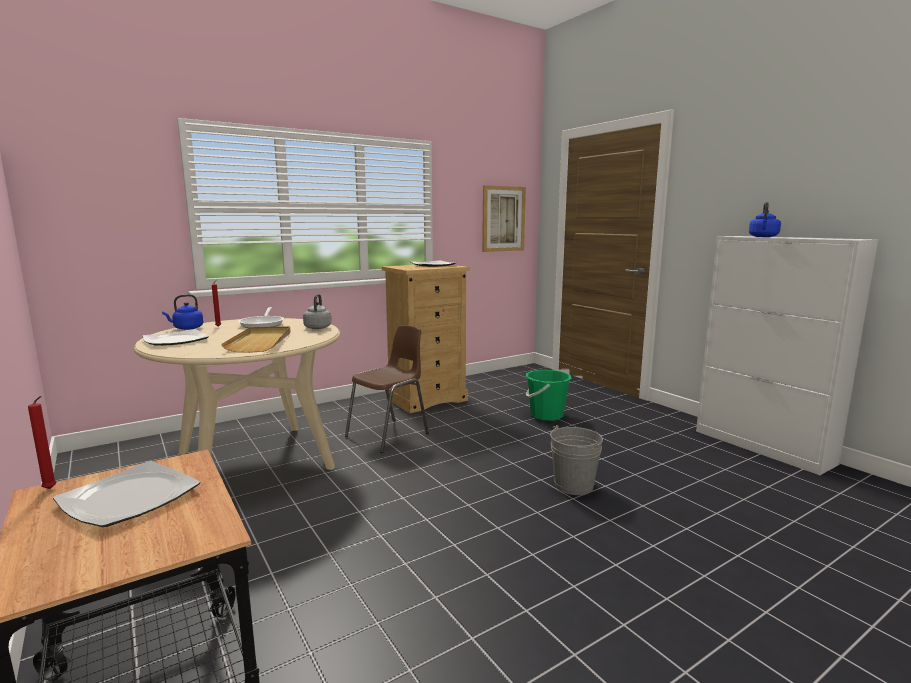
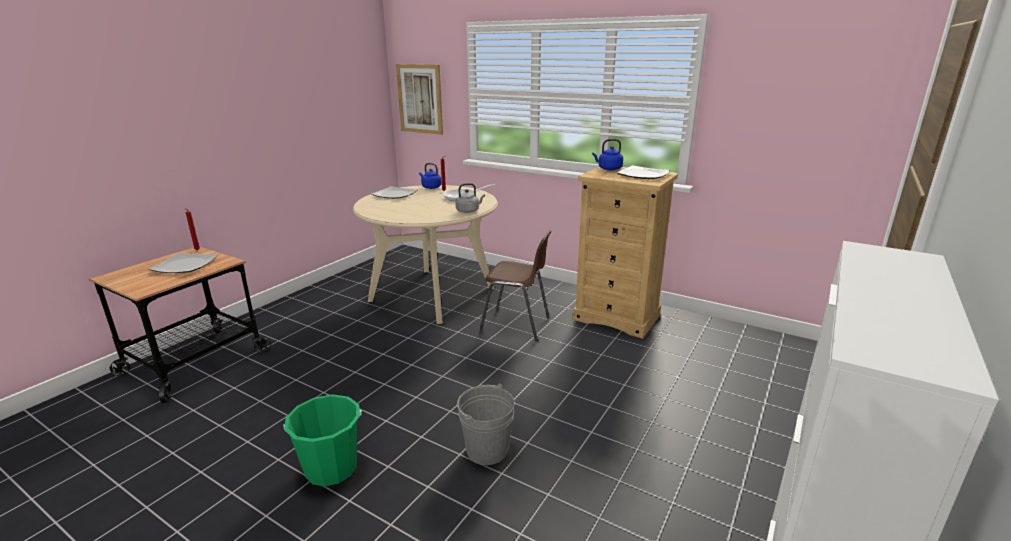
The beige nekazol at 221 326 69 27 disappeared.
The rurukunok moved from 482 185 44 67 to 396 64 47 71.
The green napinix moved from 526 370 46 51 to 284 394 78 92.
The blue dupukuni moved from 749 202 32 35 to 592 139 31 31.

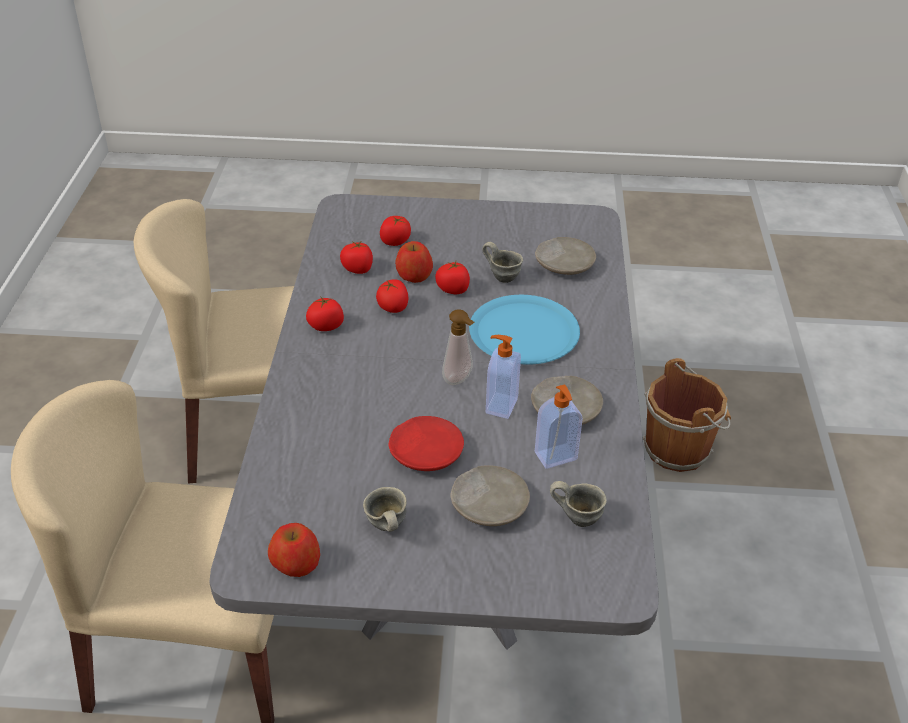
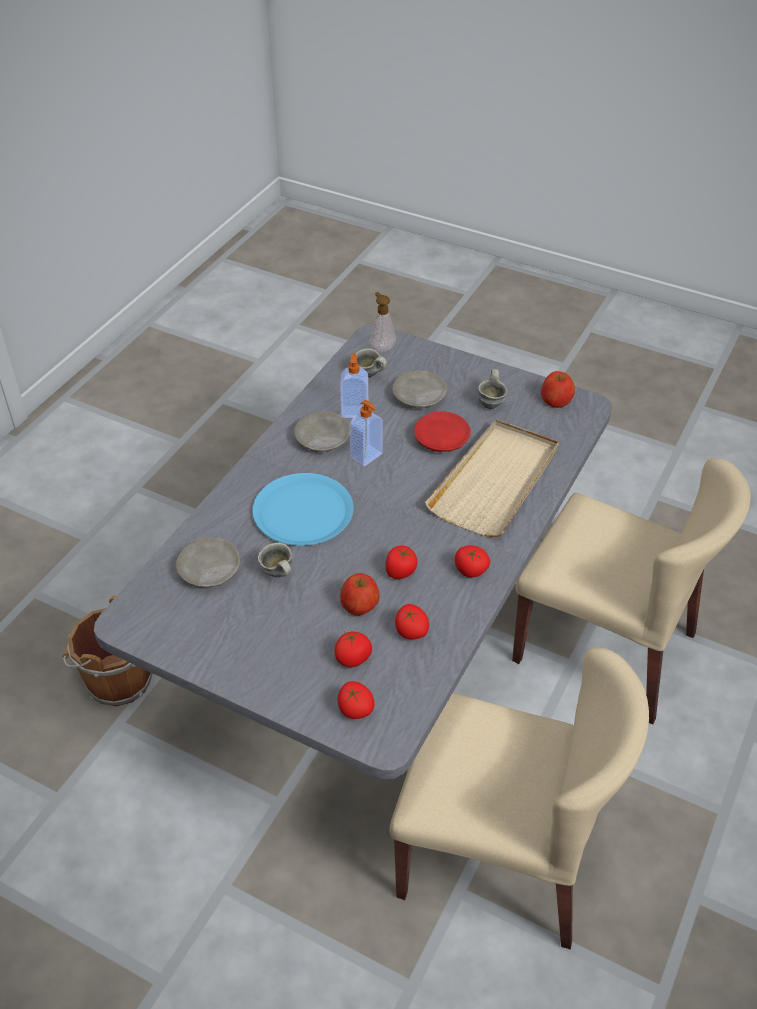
The beige nekazol at 425 419 134 118 appeared.
The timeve moved from 435 261 35 33 to 338 681 36 38.
The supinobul moved from 442 309 33 76 to 370 292 26 61.

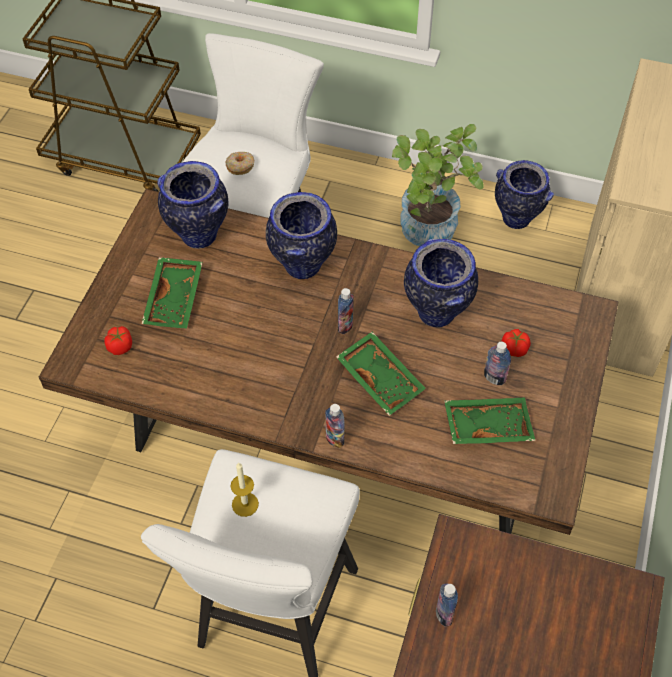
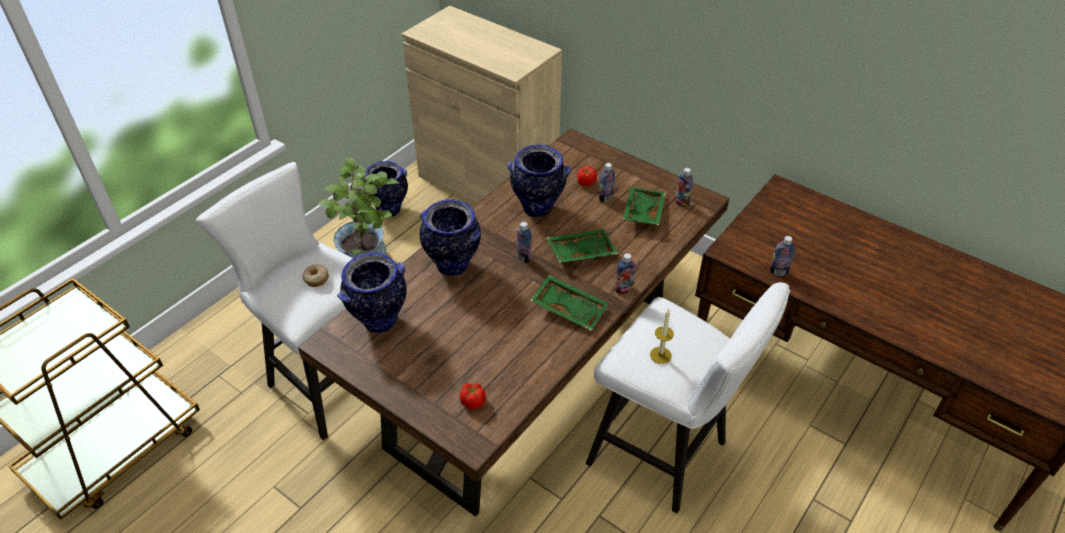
The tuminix at 675 168 18 40 appeared.
The green nekazol moved from 142 257 61 72 to 530 275 79 56.

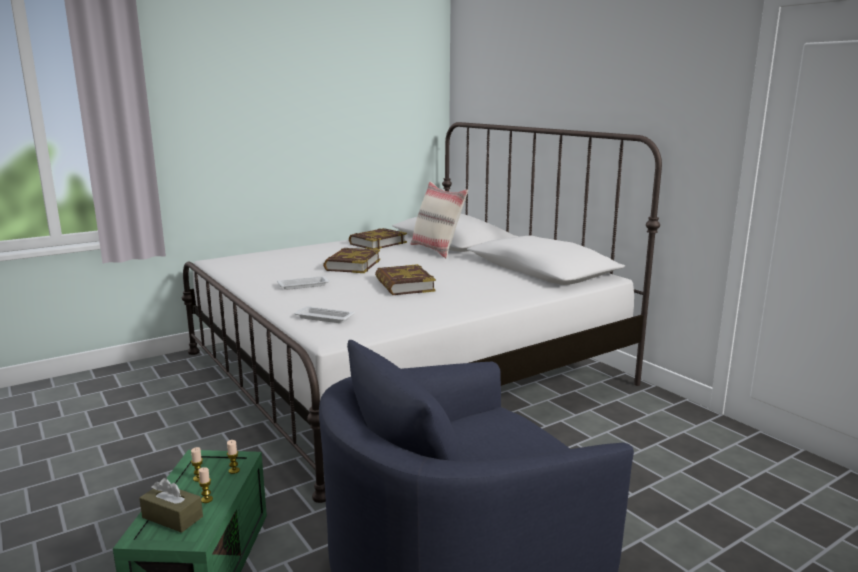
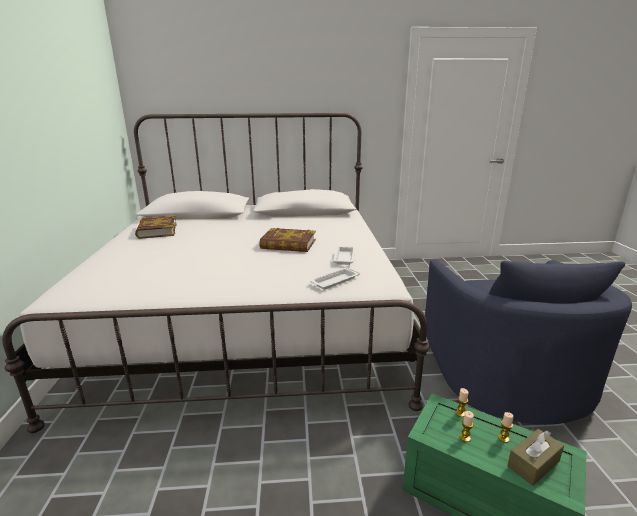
The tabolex at 323 248 57 25 disappeared.
The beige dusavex at 411 182 57 76 disappeared.
The white nekazol moved from 277 276 53 14 to 333 246 22 19.

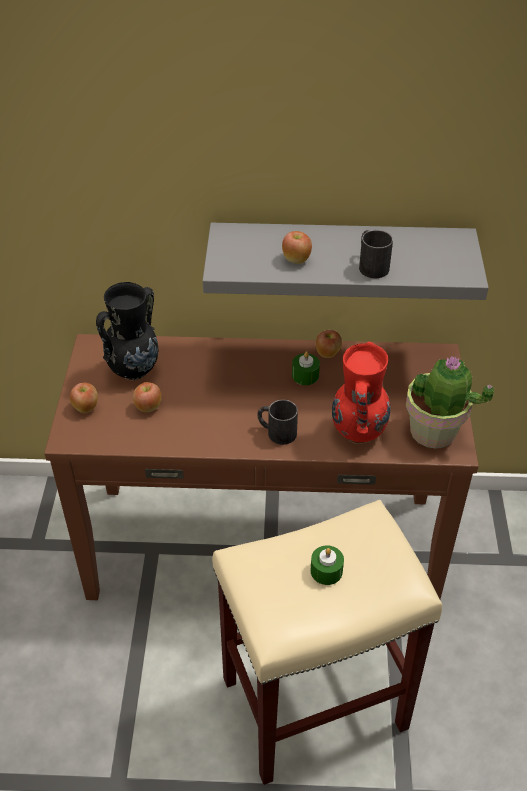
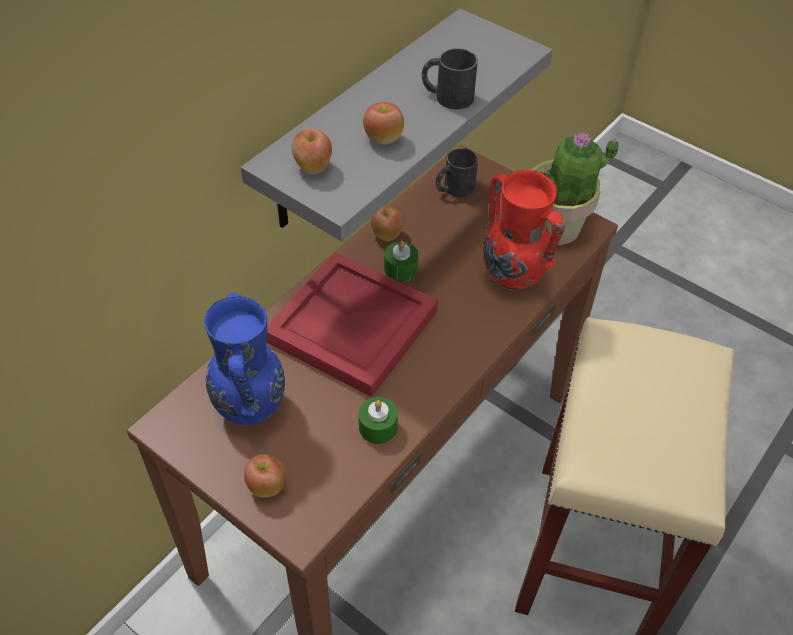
The red nekazol at 267 252 171 145 appeared.
The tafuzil moved from 133 382 28 30 to 292 129 40 45.
The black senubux moved from 257 400 41 45 to 436 148 42 49.
The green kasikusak moved from 311 545 33 40 to 359 397 39 47.
The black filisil at 96 282 62 99 became the blue filisil at 204 293 81 132.

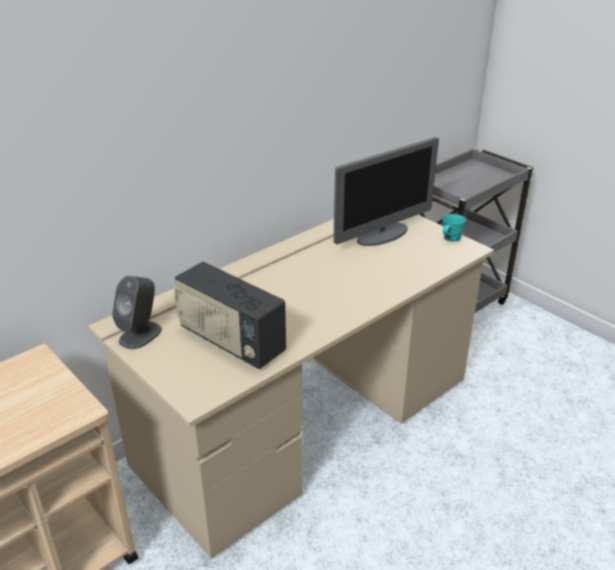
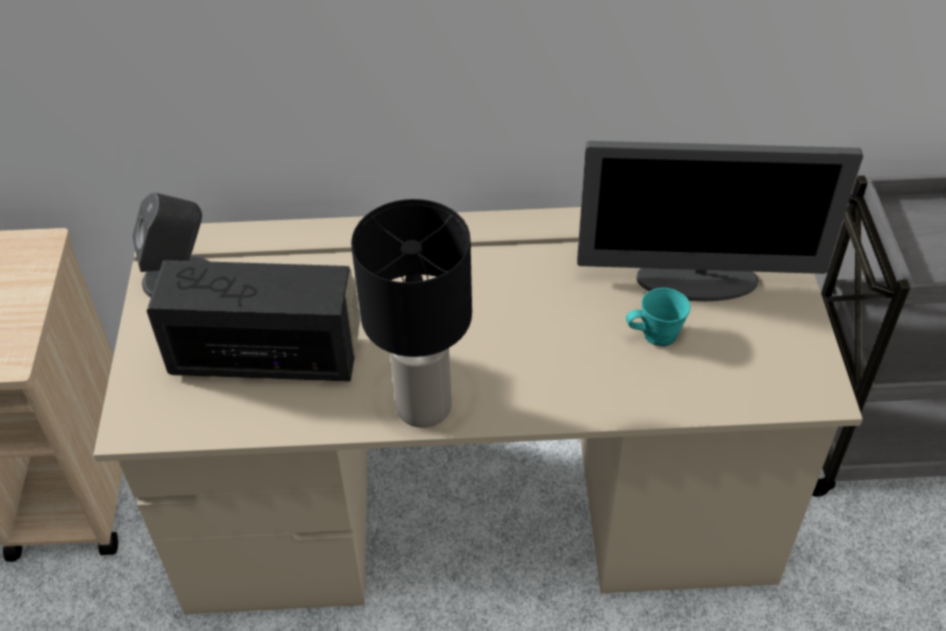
The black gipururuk at 351 199 121 229 appeared.
The turquoise senubux moved from 443 214 23 28 to 626 288 64 58.
The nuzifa at 173 261 113 108 turned 105 degrees clockwise.

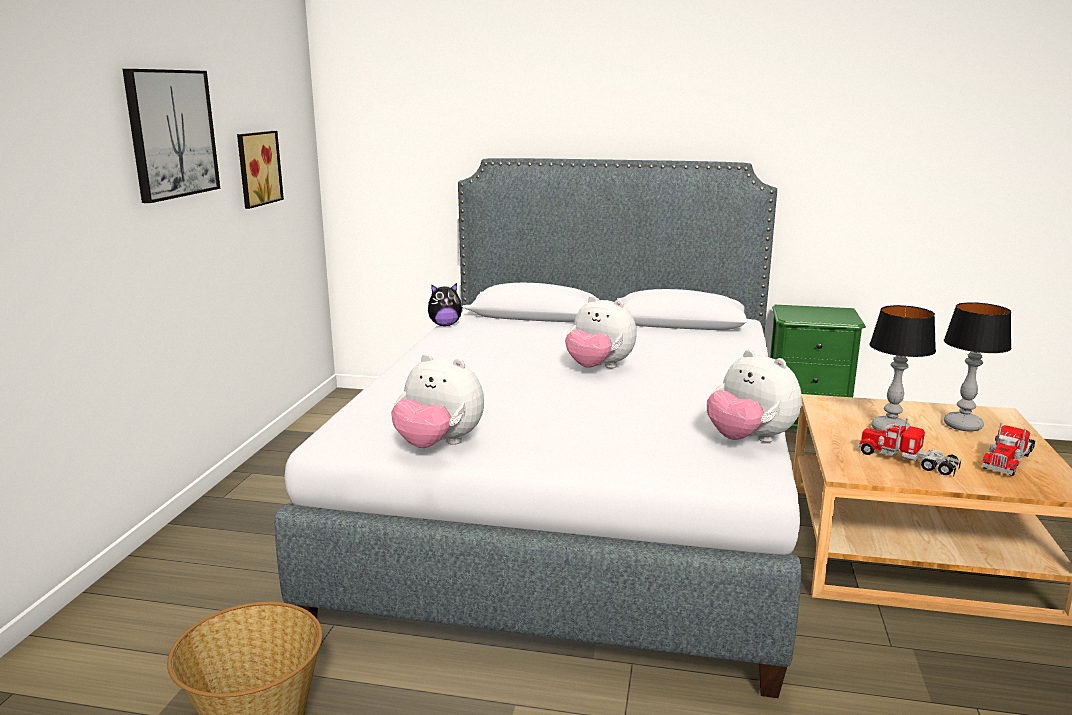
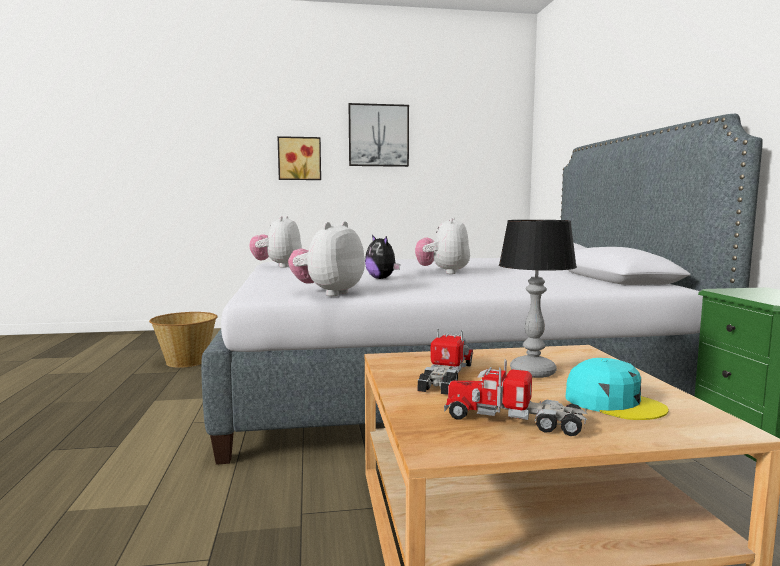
The rurukunok moved from 237 131 47 78 to 277 136 44 44.
The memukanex moved from 428 283 35 43 to 365 235 35 44.
The gipururuk at 944 302 68 130 was replaced by the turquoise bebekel at 565 358 104 62.

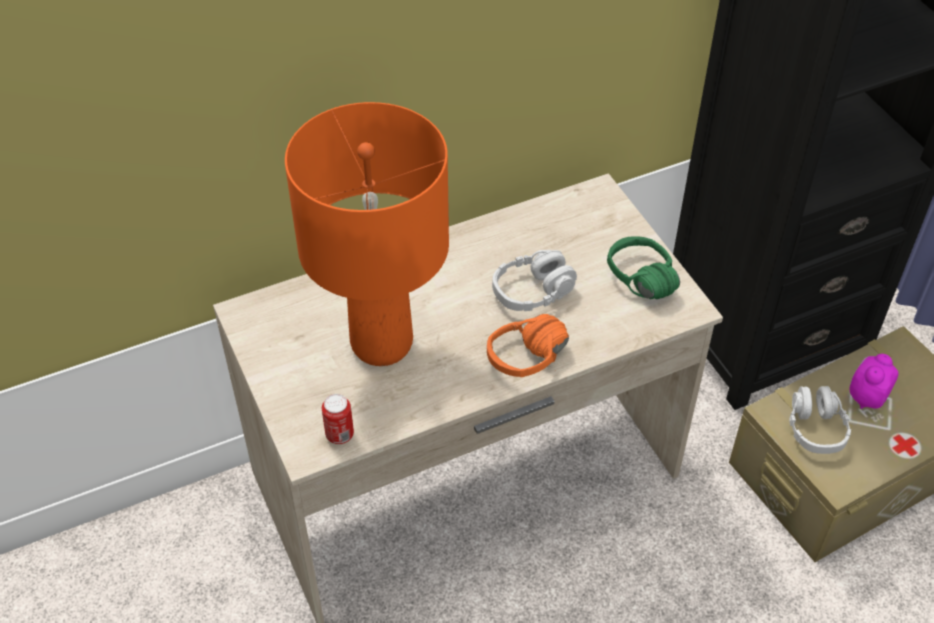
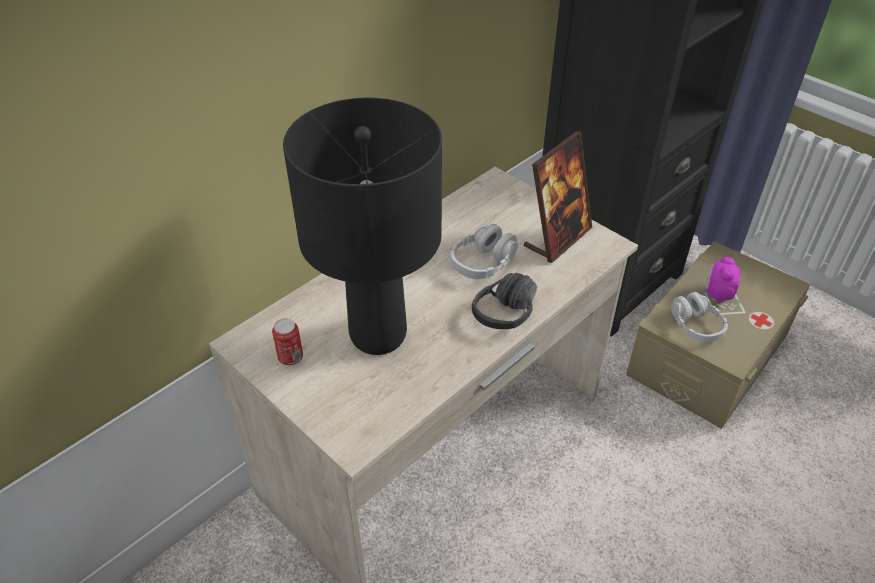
The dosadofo moved from 322 394 32 50 to 272 318 31 48.
The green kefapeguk at 607 237 73 62 was replaced by the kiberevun at 524 131 68 132.
The orange gipururuk at 285 102 164 264 became the black gipururuk at 283 98 159 257.
The orange kefapeguk at 487 314 82 63 became the black kefapeguk at 472 273 65 56.

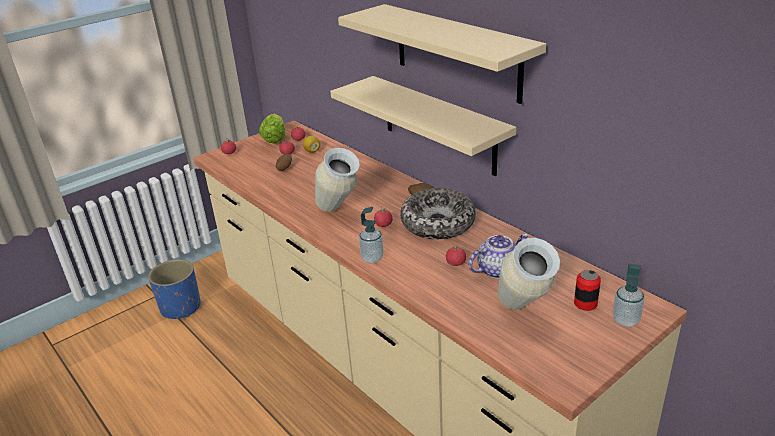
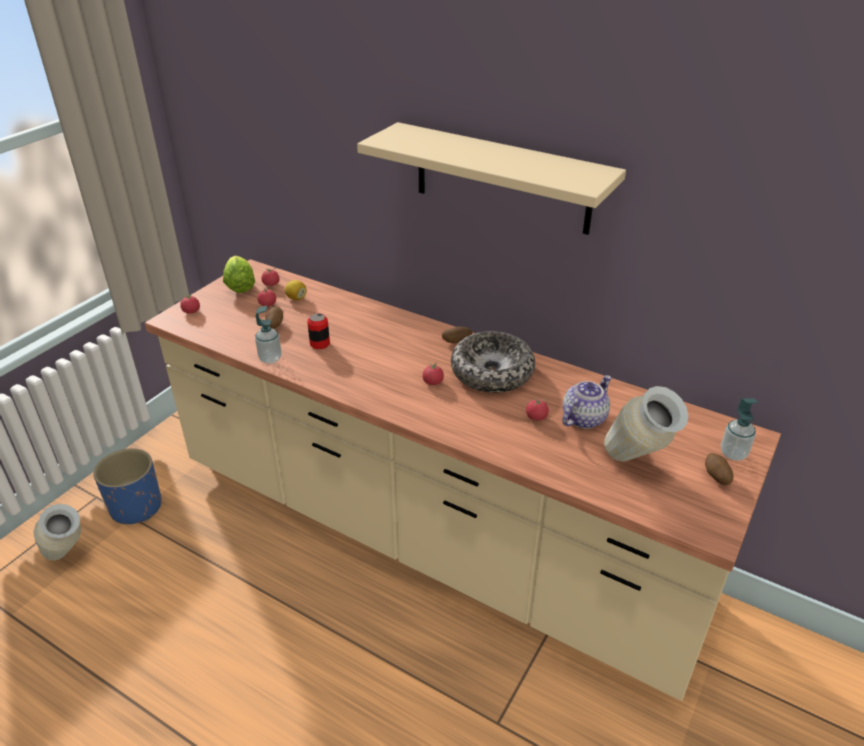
The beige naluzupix at 330 76 187 100 disappeared.
The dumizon at 705 453 29 32 appeared.
The filisil moved from 315 148 45 64 to 33 504 48 57.
The supinobul moved from 359 207 25 56 to 255 306 27 58.
The dosadofo moved from 574 270 27 41 to 307 313 23 36.

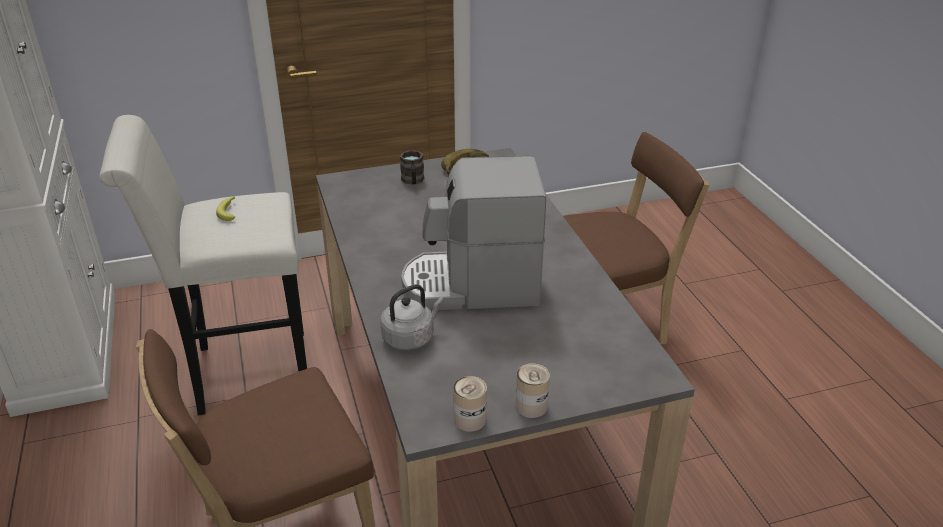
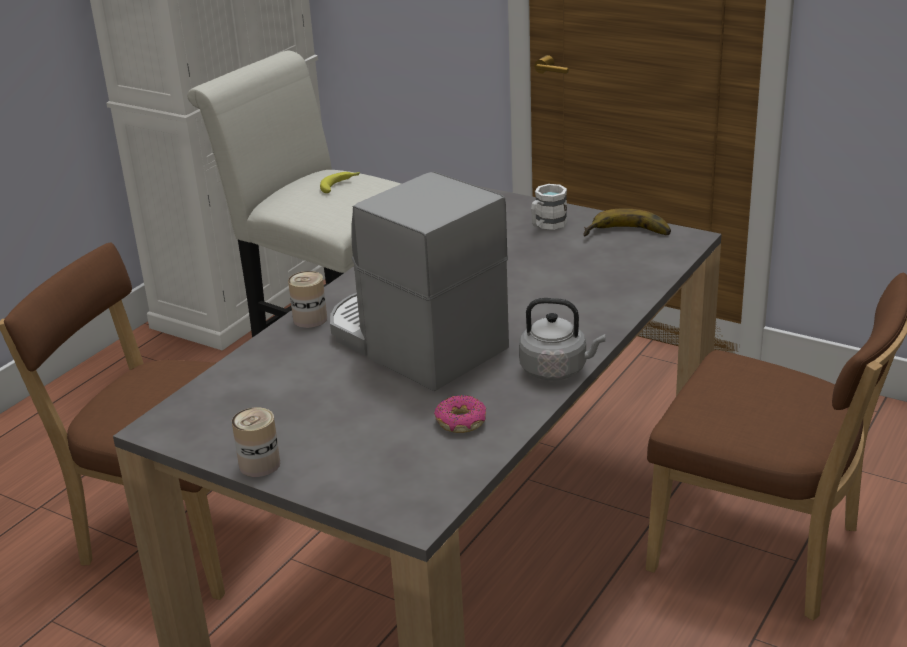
The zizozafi at 434 395 52 38 appeared.
The grey dupukuni moved from 380 284 64 66 to 519 298 86 82.
The dosadofo moved from 453 376 34 56 to 288 271 39 57.
The brown senubux at 400 150 24 35 became the white senubux at 531 184 36 46.

